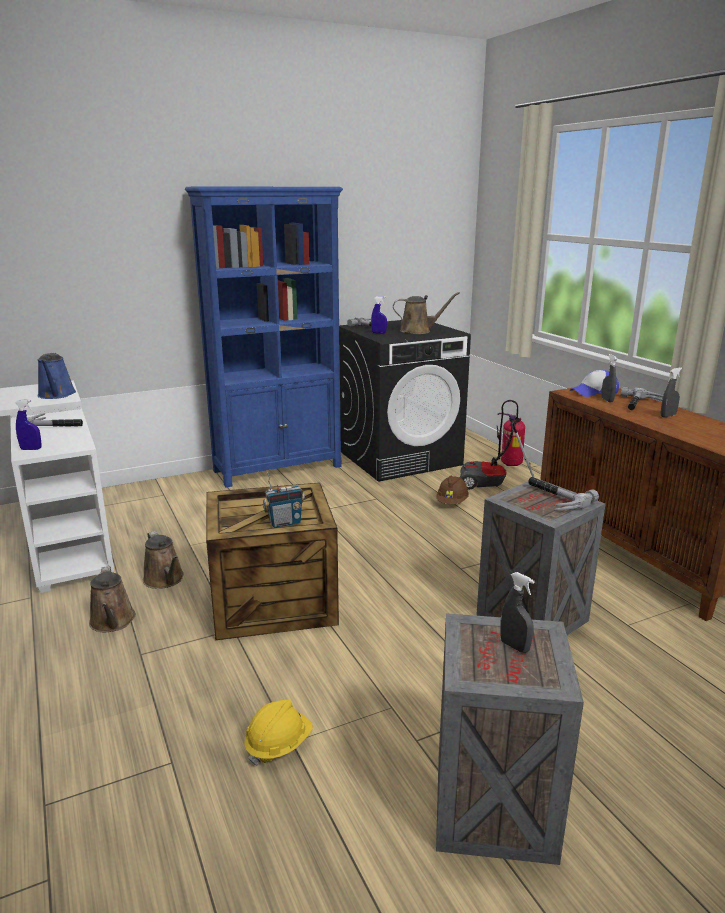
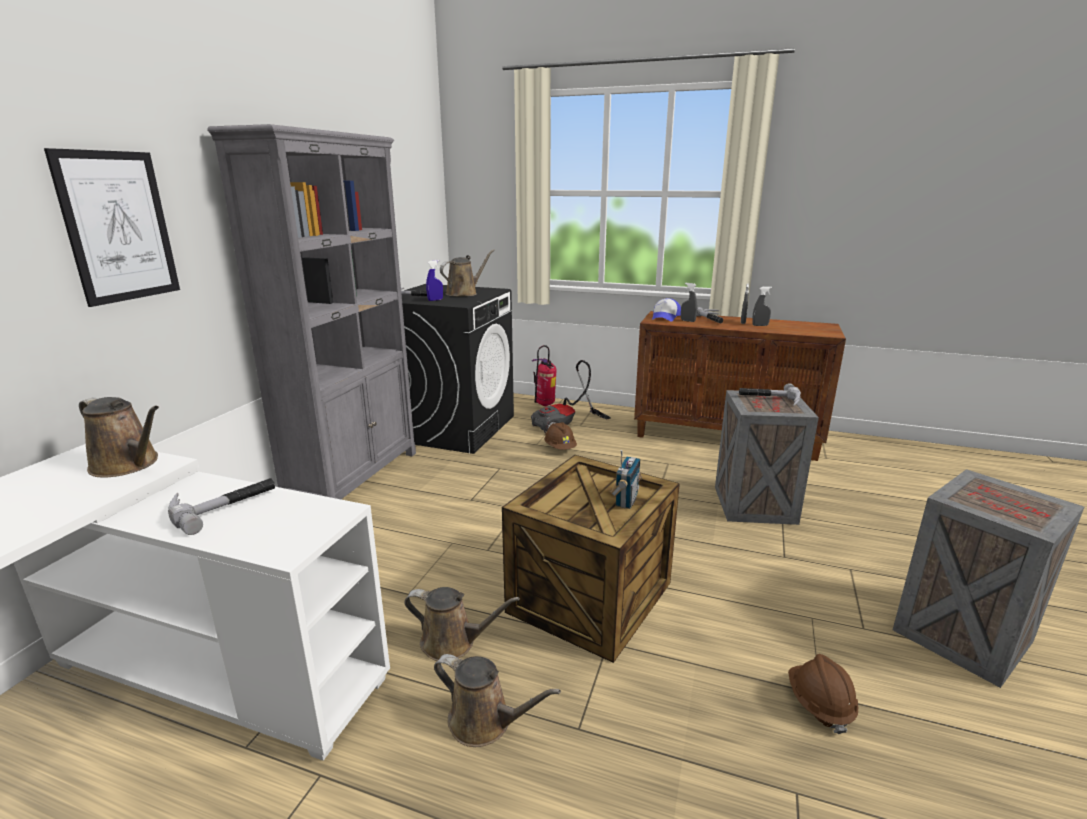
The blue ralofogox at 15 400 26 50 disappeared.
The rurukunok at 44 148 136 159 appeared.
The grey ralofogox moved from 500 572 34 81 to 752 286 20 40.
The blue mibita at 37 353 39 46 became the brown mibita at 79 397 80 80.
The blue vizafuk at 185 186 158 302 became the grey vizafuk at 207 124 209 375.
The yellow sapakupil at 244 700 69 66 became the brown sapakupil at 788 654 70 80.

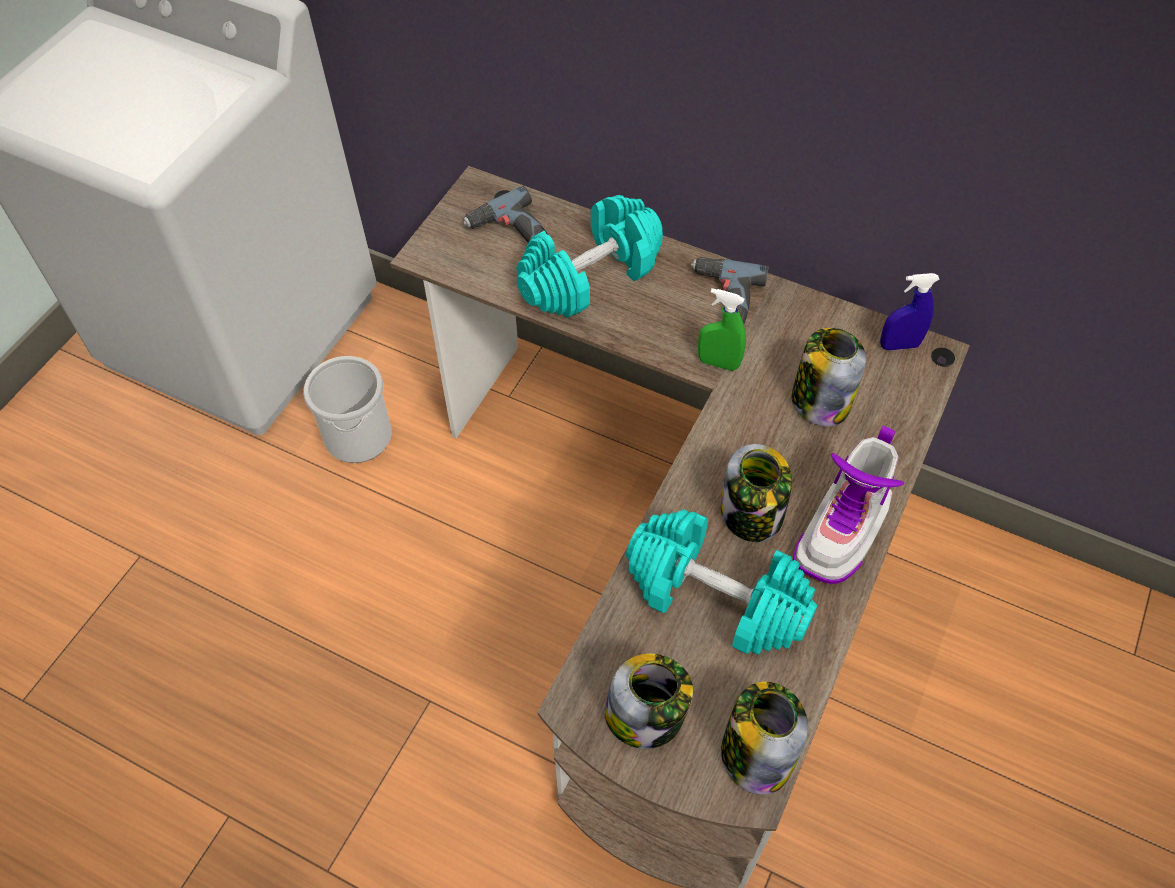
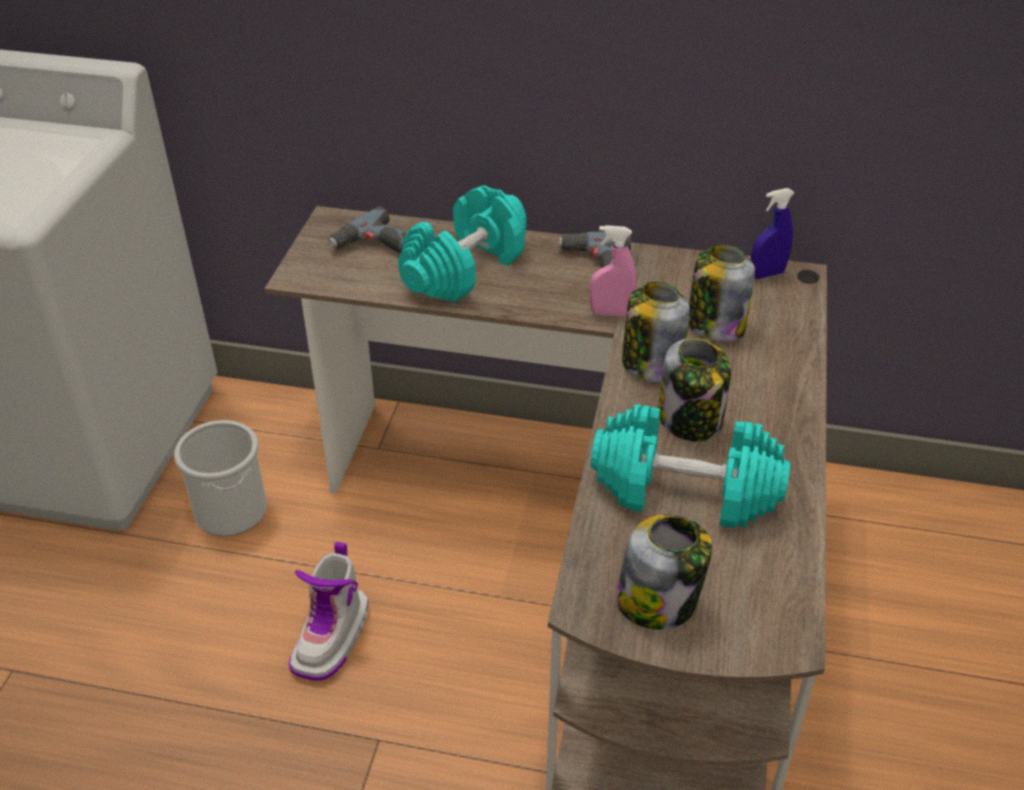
The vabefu moved from 721 682 87 113 to 622 282 68 101.
The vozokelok moved from 793 426 112 158 to 289 541 80 140.
The green ralofogox at 698 288 48 83 became the pink ralofogox at 590 225 46 91.

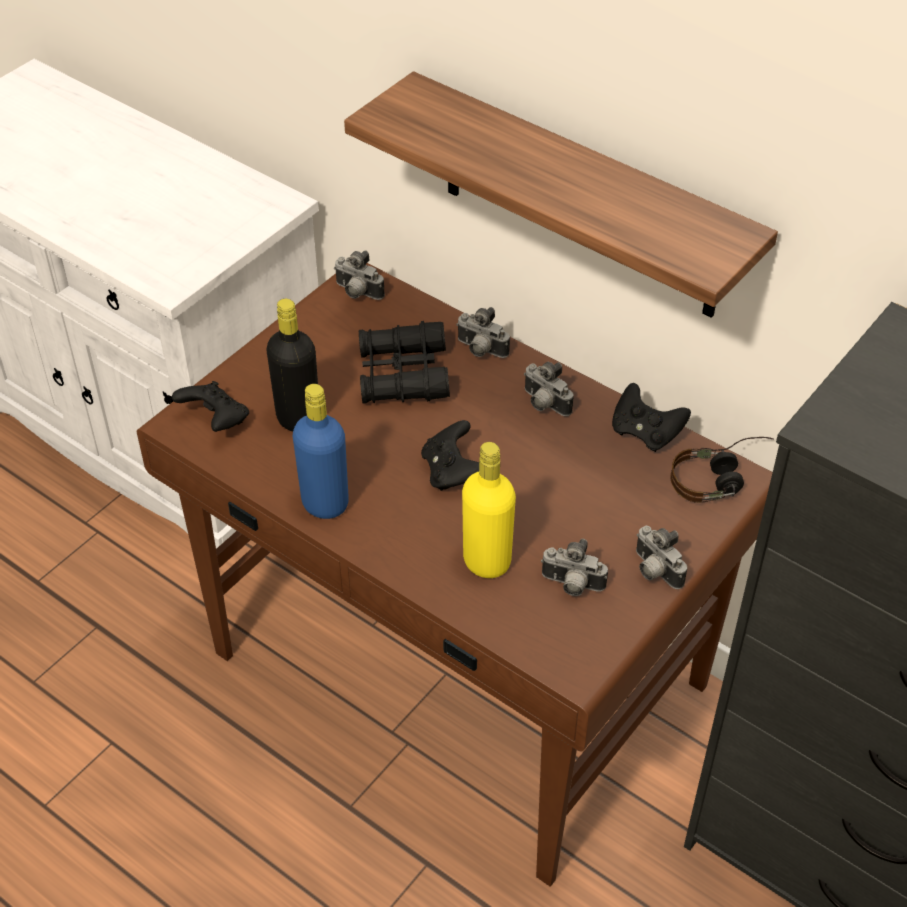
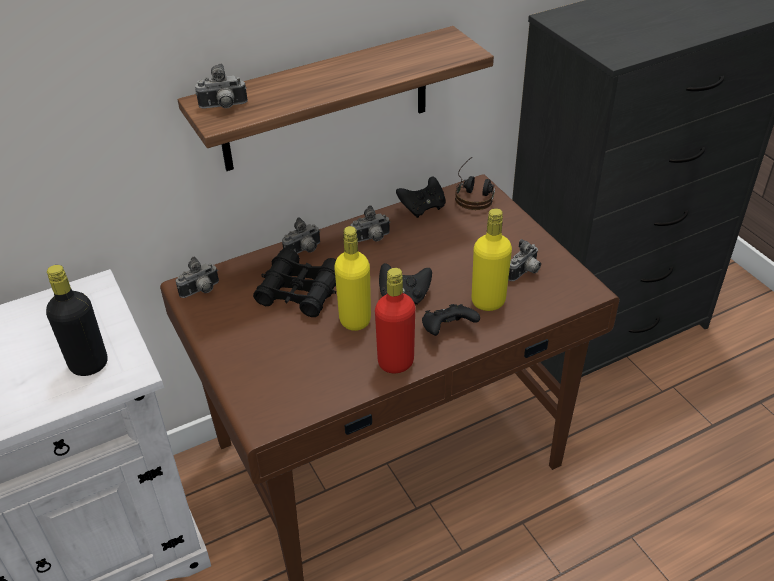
The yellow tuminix at 334 226 37 105 appeared.
The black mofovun moved from 172 381 77 51 to 422 304 58 32.
The black tuminix moved from 266 299 52 132 to 46 265 61 111.
The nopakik moved from 636 526 51 63 to 195 63 53 46.
The blue tuminix at 293 384 56 135 became the red tuminix at 375 268 40 105.

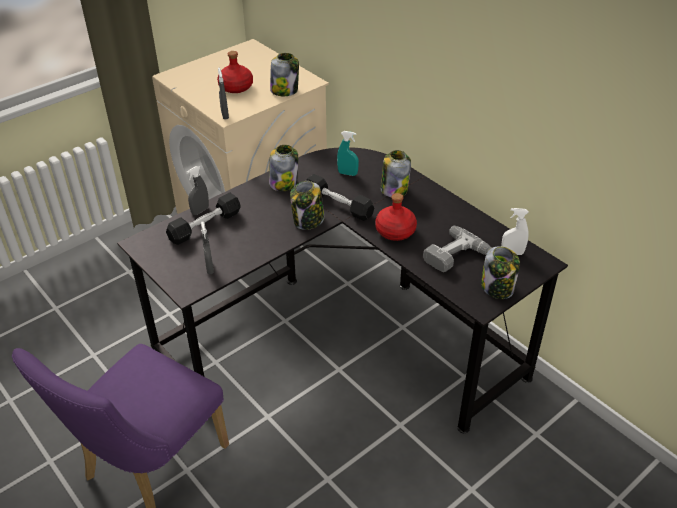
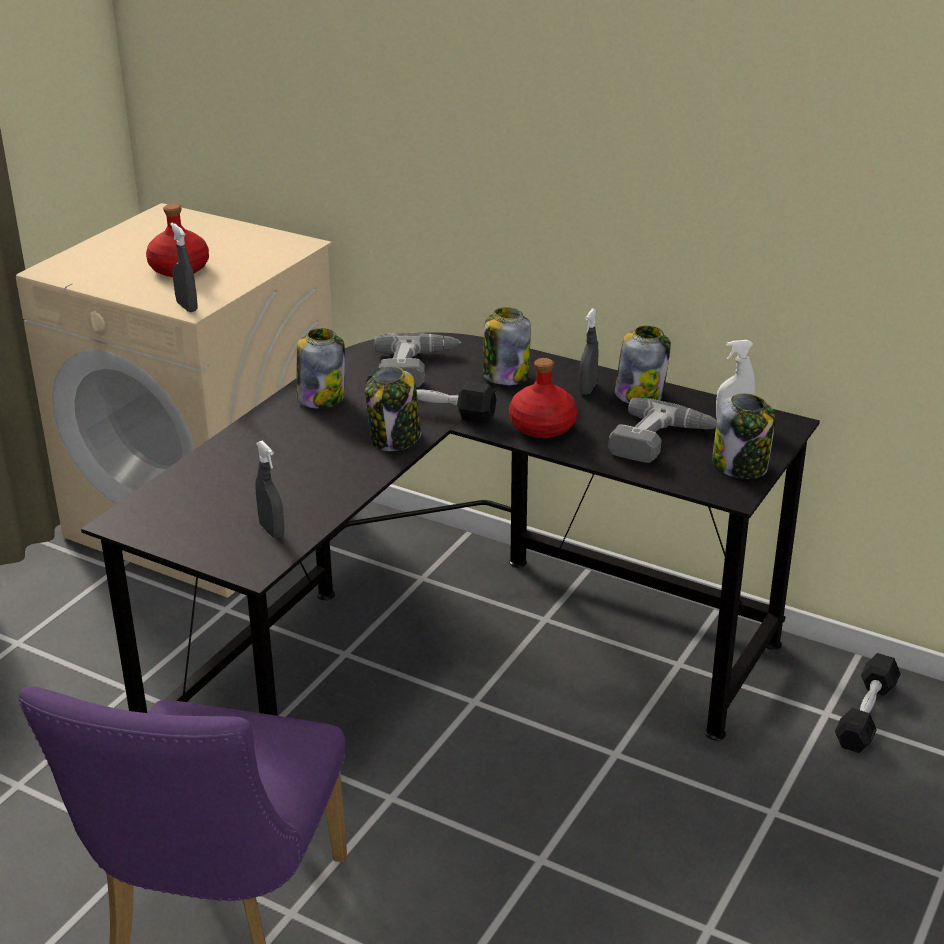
The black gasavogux moved from 166 192 75 53 to 835 653 66 100.
The grey ralofogox moved from 186 166 23 49 to 579 309 20 86.
The vabefu moved from 270 53 29 43 to 615 326 56 77.
The turquoise ralofogox at 337 131 22 45 was replaced by the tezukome at 374 333 87 54.

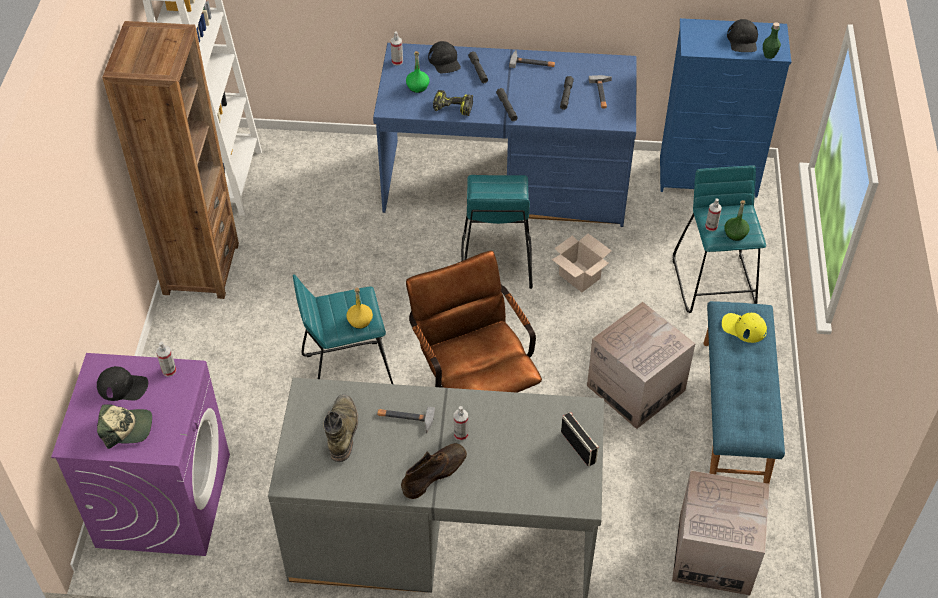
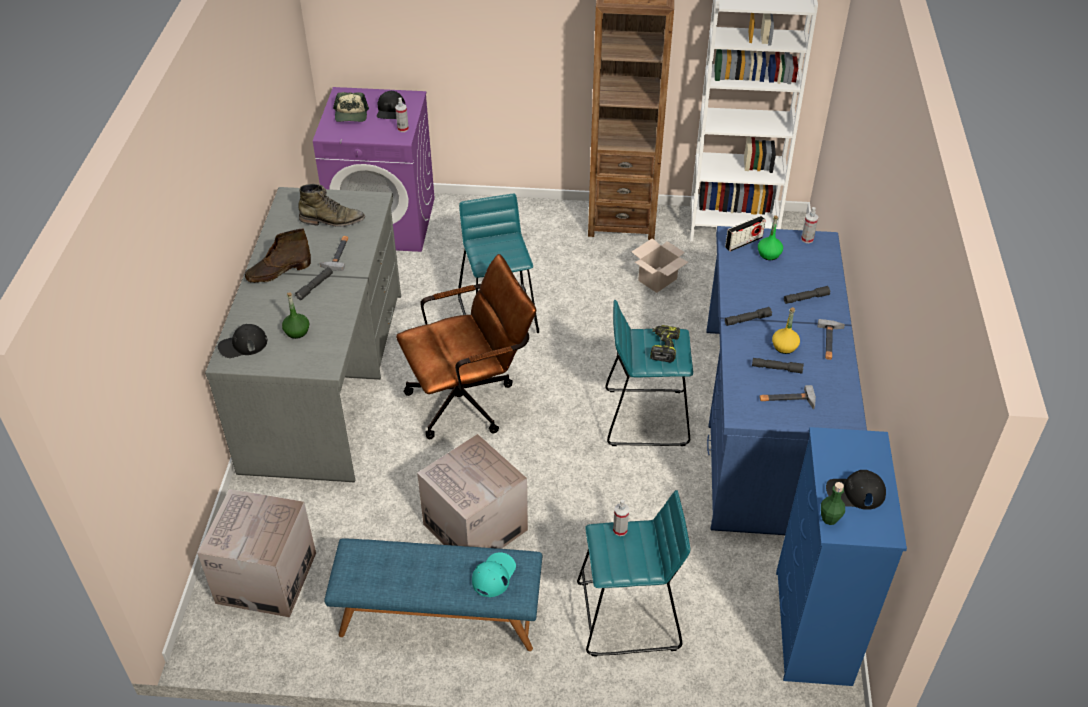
The yellow tuminix moved from 346 288 27 41 to 772 307 28 47.
The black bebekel moved from 428 41 33 32 to 218 324 49 34.
The tezukome moved from 433 90 40 26 to 650 325 30 37.
The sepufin moved from 552 234 60 58 to 632 238 56 55.
The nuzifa moved from 561 412 38 54 to 725 216 41 36.
The green tuminix moved from 724 200 26 41 to 282 292 27 47.
The ralofogox at 454 406 14 35 was replaced by the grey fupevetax at 295 267 38 33.
The yellow bebekel at 722 313 45 30 became the turquoise bebekel at 472 552 44 45.
The brown vozokelok at 401 443 66 56 turned 105 degrees clockwise.

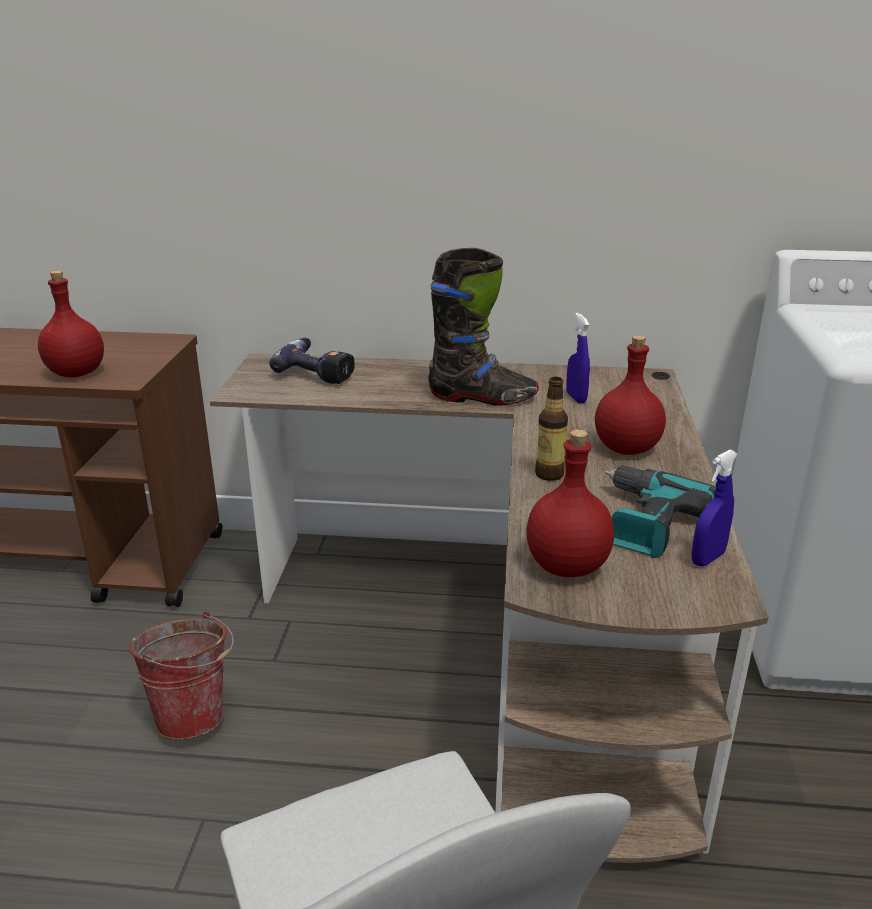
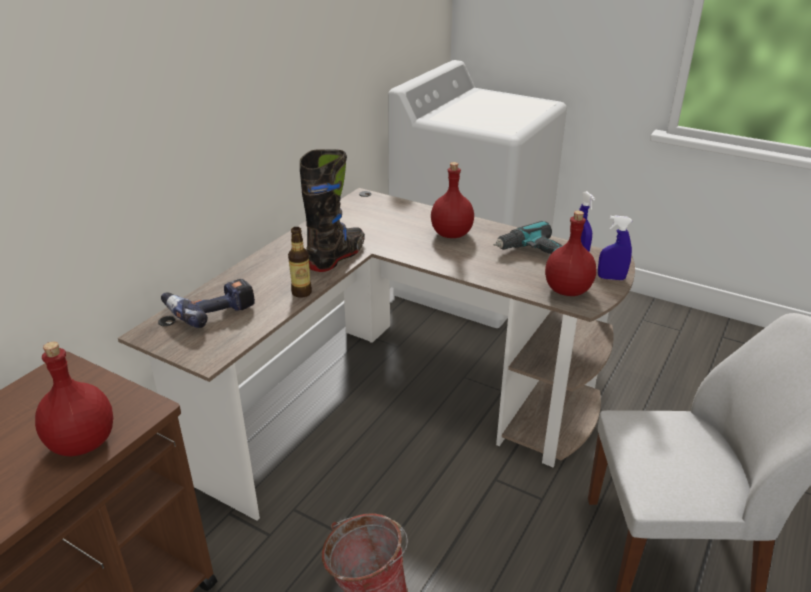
The tuminix moved from 535 377 33 104 to 288 227 24 71.
The blue ralofogox moved from 566 313 24 91 to 598 215 34 65.

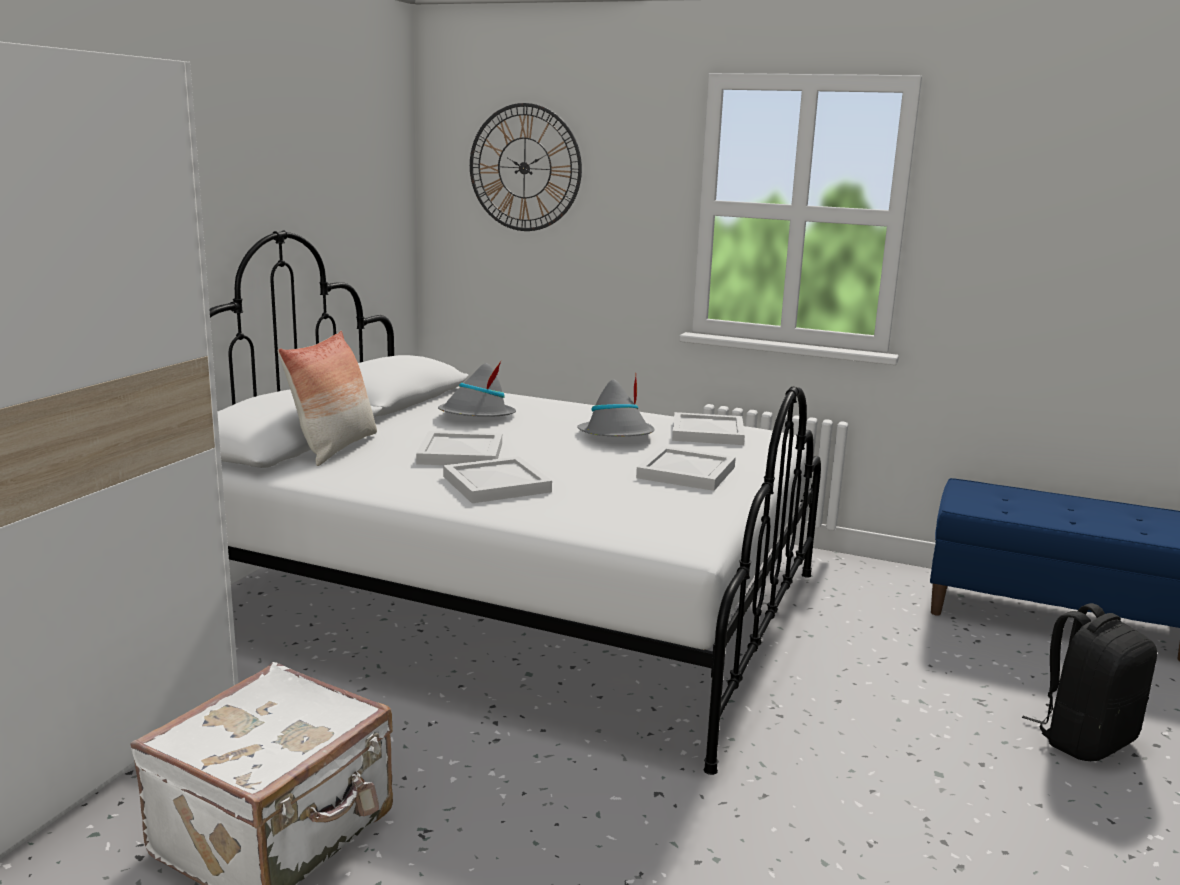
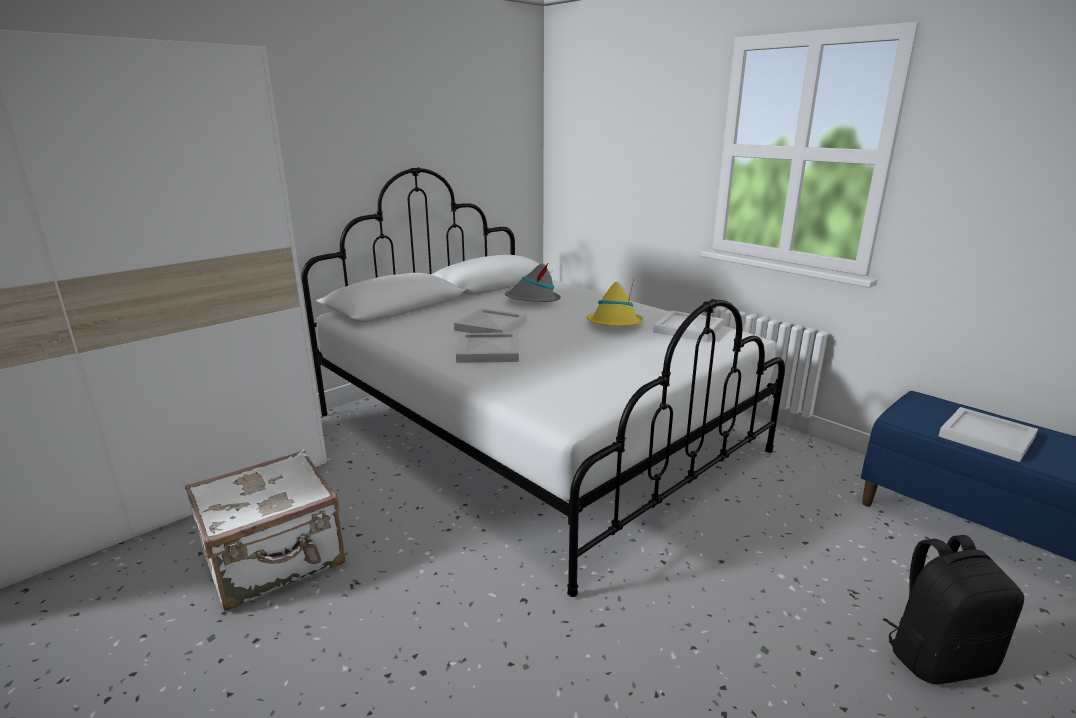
The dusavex at 278 331 99 135 disappeared.
The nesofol at 470 103 112 128 disappeared.
The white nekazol moved from 636 446 100 45 to 939 407 99 55.
The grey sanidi at 577 375 77 61 became the yellow sanidi at 587 279 56 47.

